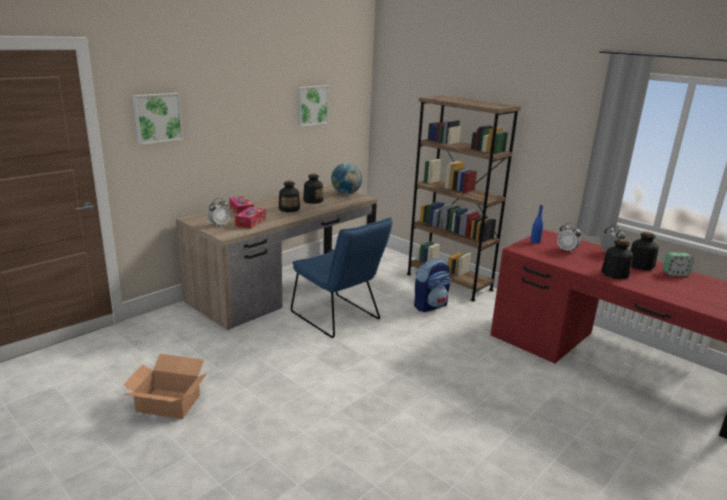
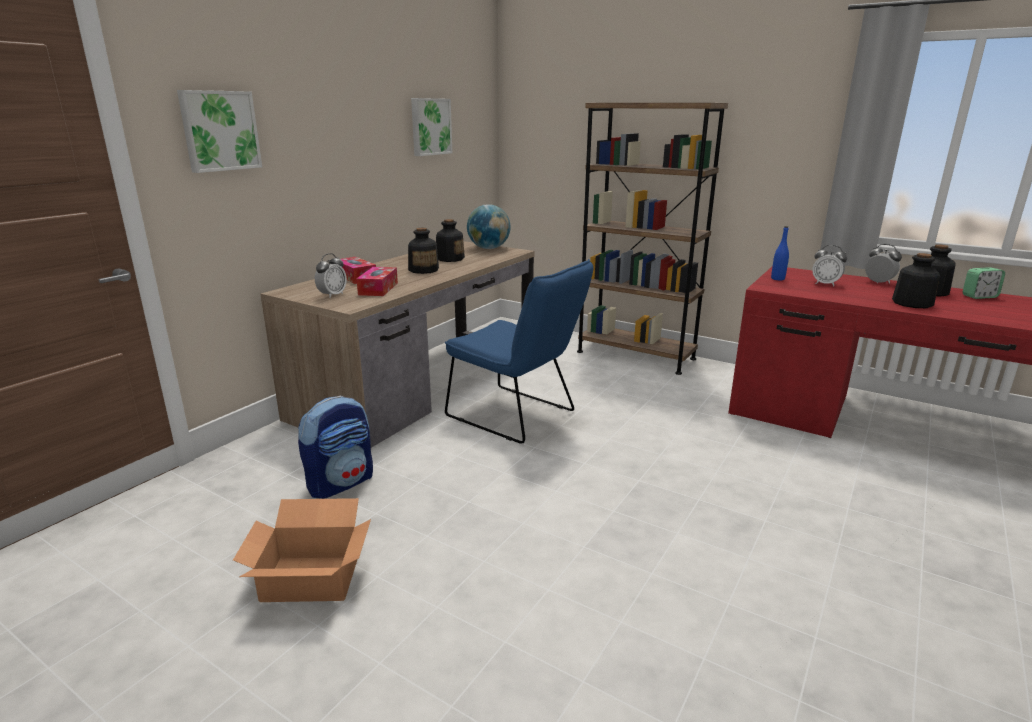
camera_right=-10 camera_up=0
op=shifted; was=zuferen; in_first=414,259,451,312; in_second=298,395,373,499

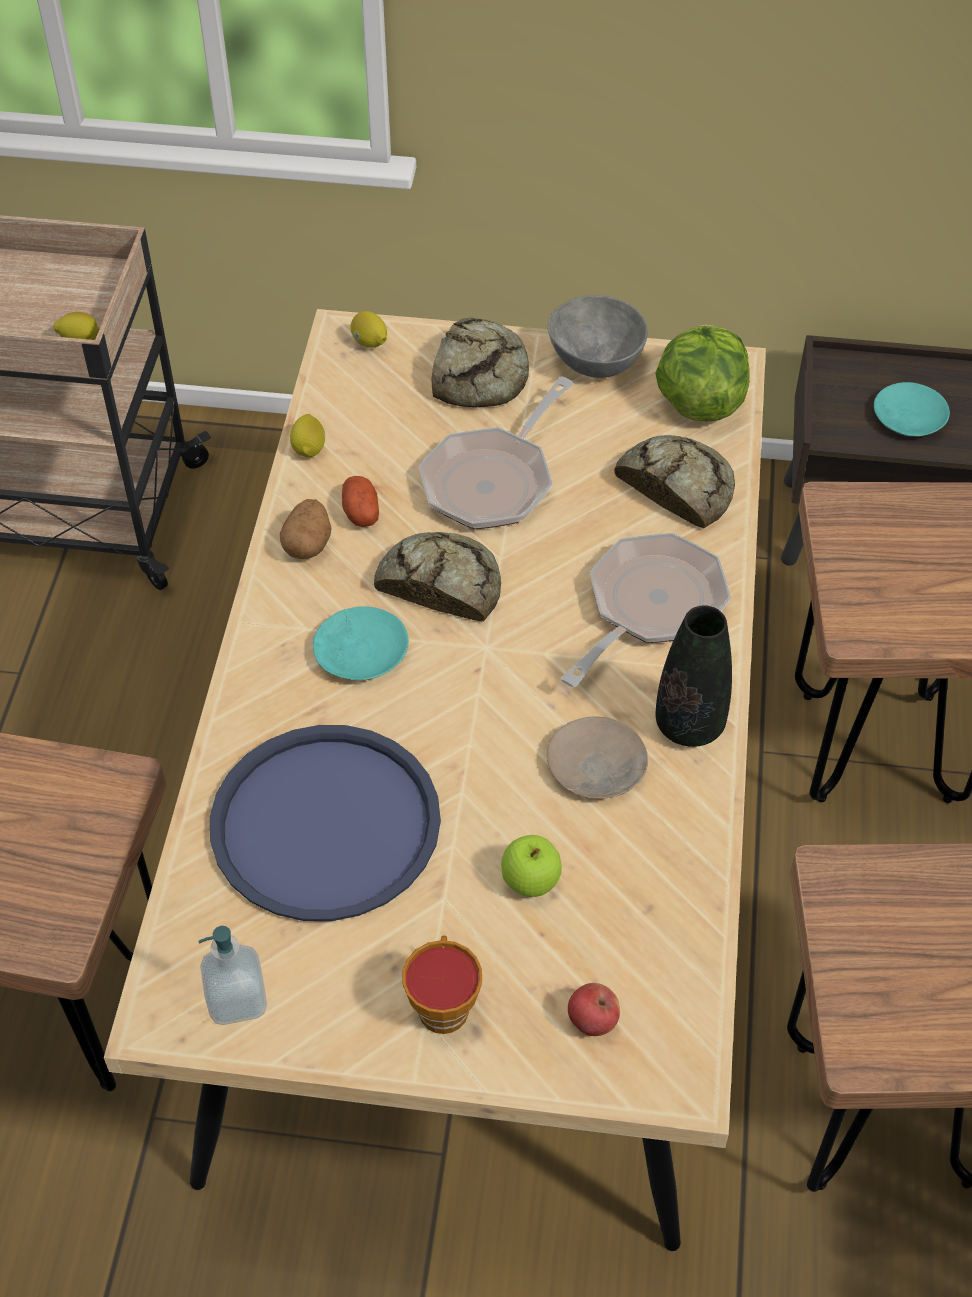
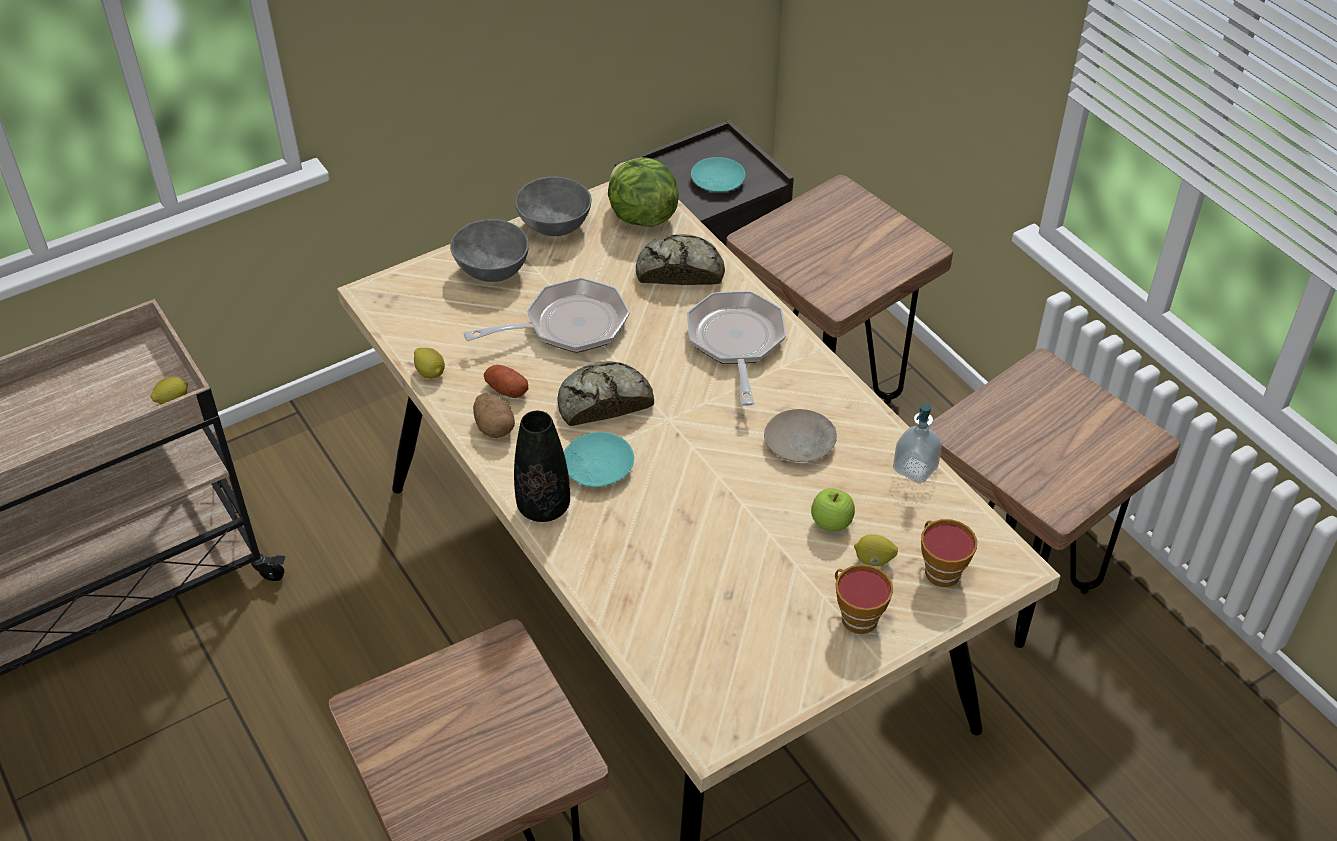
camera_right=-40 camera_up=-5
op=gone; was=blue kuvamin; in_first=210,725,441,921
op=shifted; was=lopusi; in_first=199,926,267,1025; in_second=893,403,942,483
op=shifted; was=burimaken; in_first=351,311,387,348; in_second=854,534,898,566
op=shifted; was=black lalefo; in_first=655,605,732,747; in_second=514,411,570,522
op=swapped; was=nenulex; now=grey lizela; in_first=431,317,529,407; in_second=450,219,529,282
op=swapped; was=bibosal; now=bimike; in_first=568,983,620,1036; in_second=921,519,977,587
op=rotated; was=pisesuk; in_first=419,377,574,529; in_second=463,278,630,353; clockwise=-105

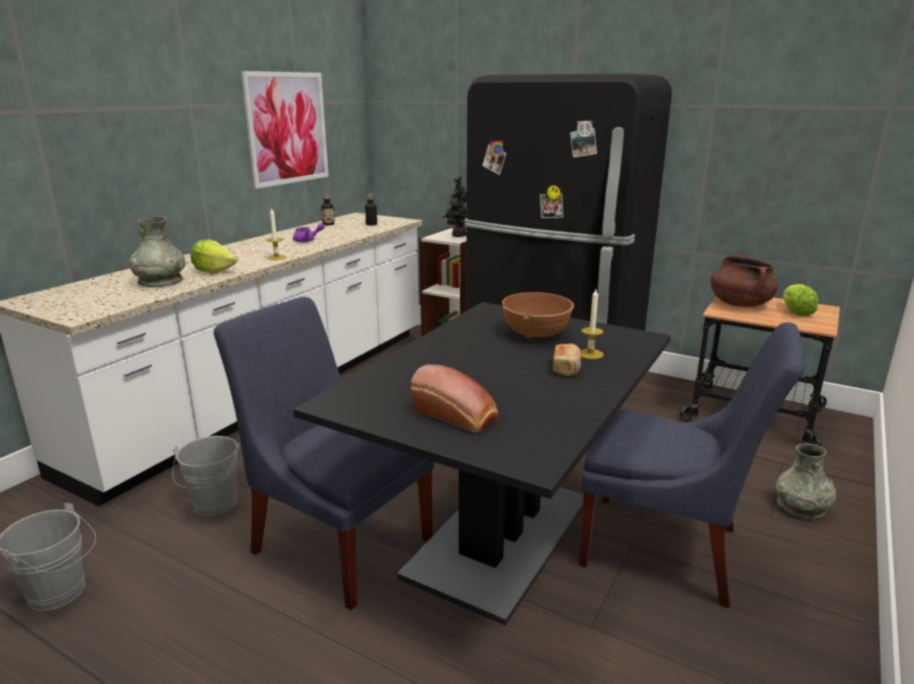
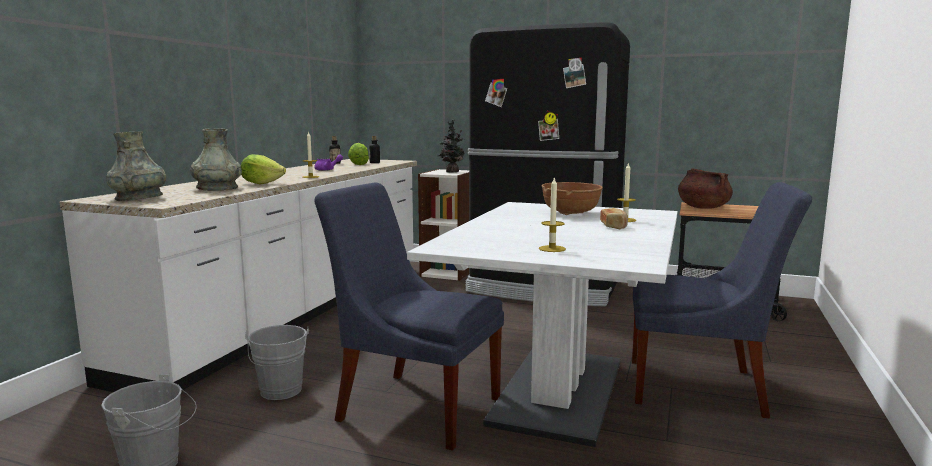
camera_right=-10 camera_up=-10
op=gone; was=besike; in_first=241,71,329,189
op=shifted; was=grey lalefo; in_first=776,443,836,520; in_second=106,131,166,202
op=shifted; was=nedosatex; in_first=783,284,819,316; in_second=348,143,369,165
op=swapped; was=nenulex; now=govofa; in_first=411,364,498,433; in_second=539,176,566,252
op=repainted; was=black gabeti; now=white gabeti; in_first=293,302,671,626; in_second=407,202,678,447

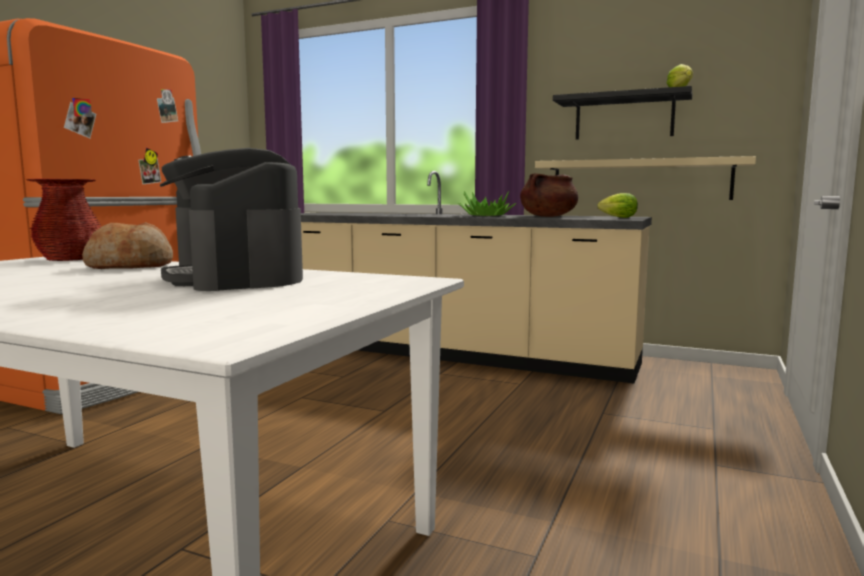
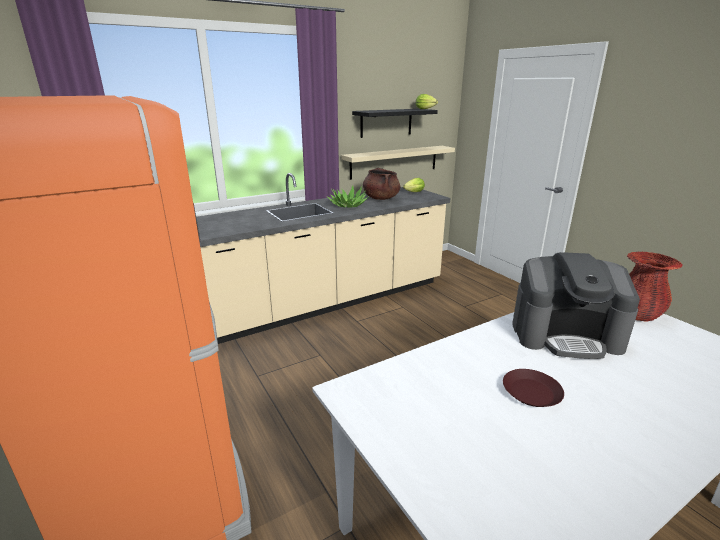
camera_right=-55 camera_up=15
op=gone; was=nenulex; in_first=82,222,173,269
op=new; now=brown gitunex; in_second=503,369,564,407
op=shifted; was=red lalefo; in_first=26,179,102,261; in_second=627,252,683,322

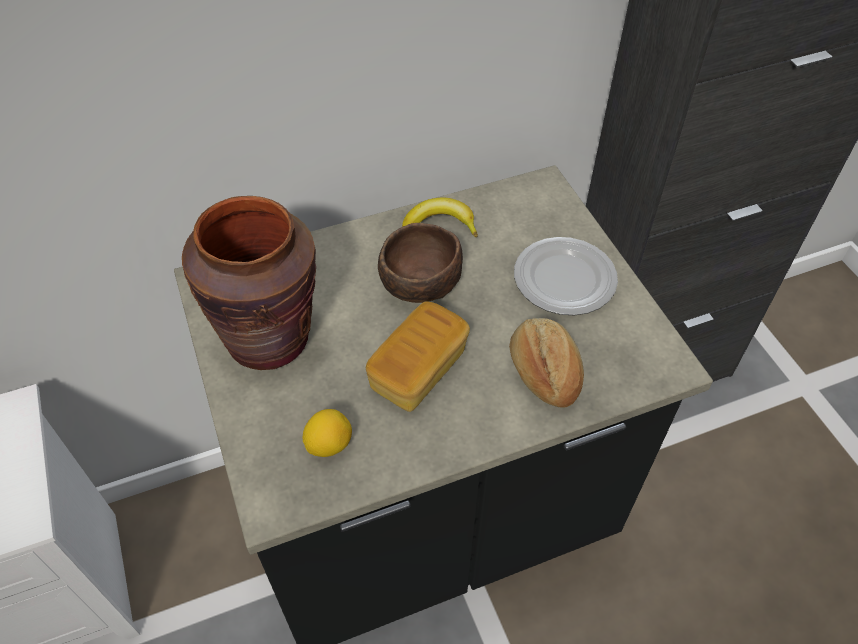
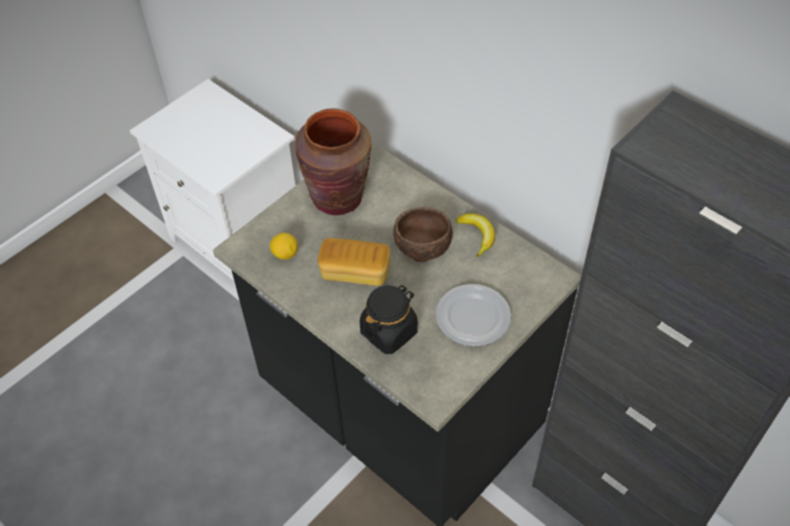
camera_right=65 camera_up=0
op=swapped; was=nenulex; now=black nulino; in_first=509,318,584,407; in_second=360,285,418,354

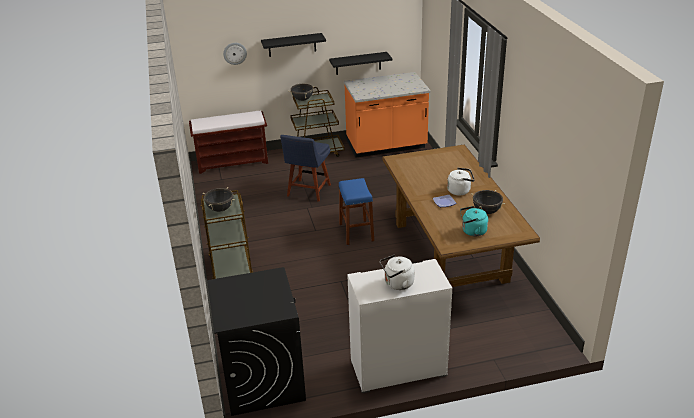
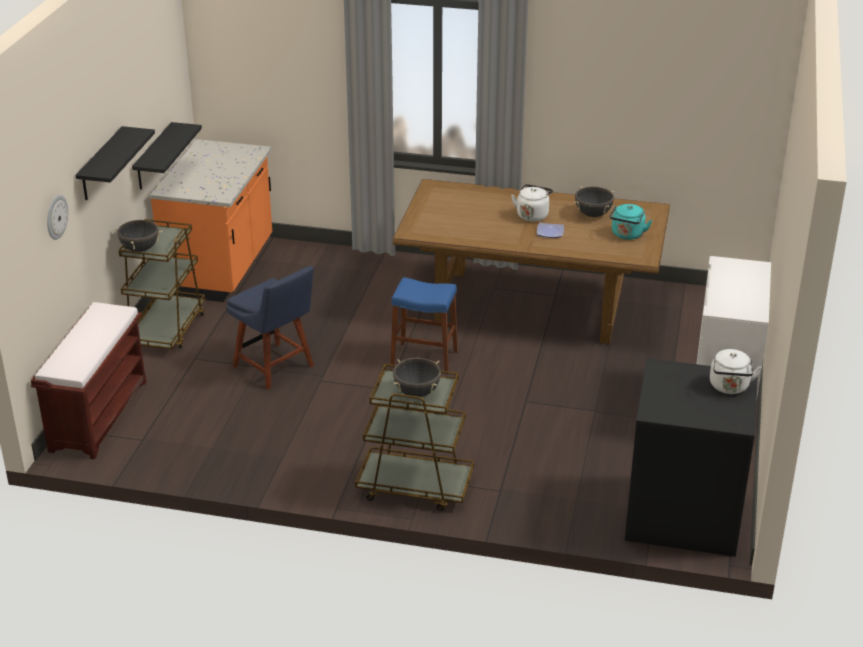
camera_right=-65 camera_up=0
op=shifted; was=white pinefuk; in_first=380,255,415,290; in_second=710,349,762,394

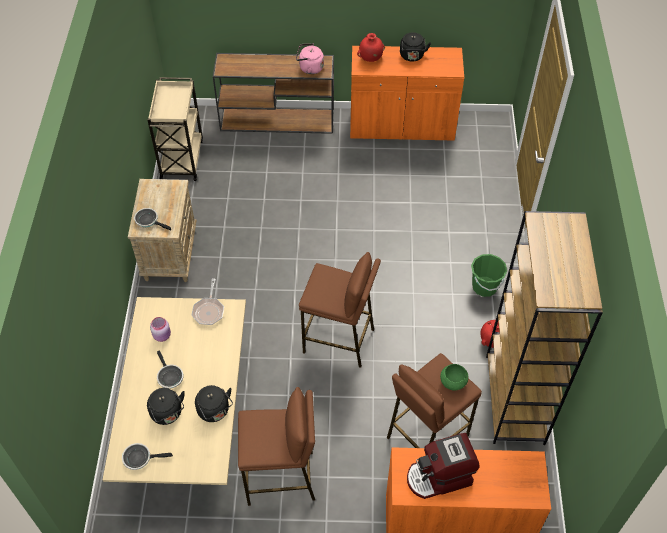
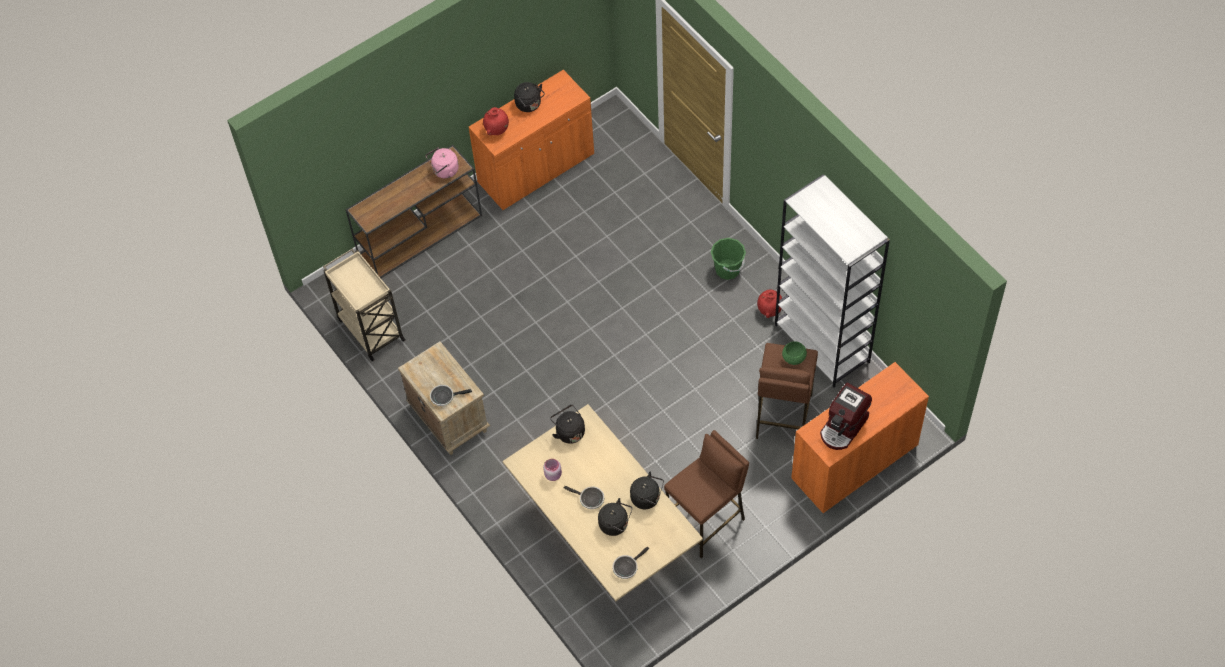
camera_right=-35 camera_up=5
op=gone; was=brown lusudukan; in_first=299,252,381,368
op=swapped; was=pisesuk; now=black pinefuk; in_first=192,279,224,325; in_second=550,405,585,444
op=repainted; was=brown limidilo; now=white limidilo; in_first=486,211,603,445; in_second=775,174,890,388

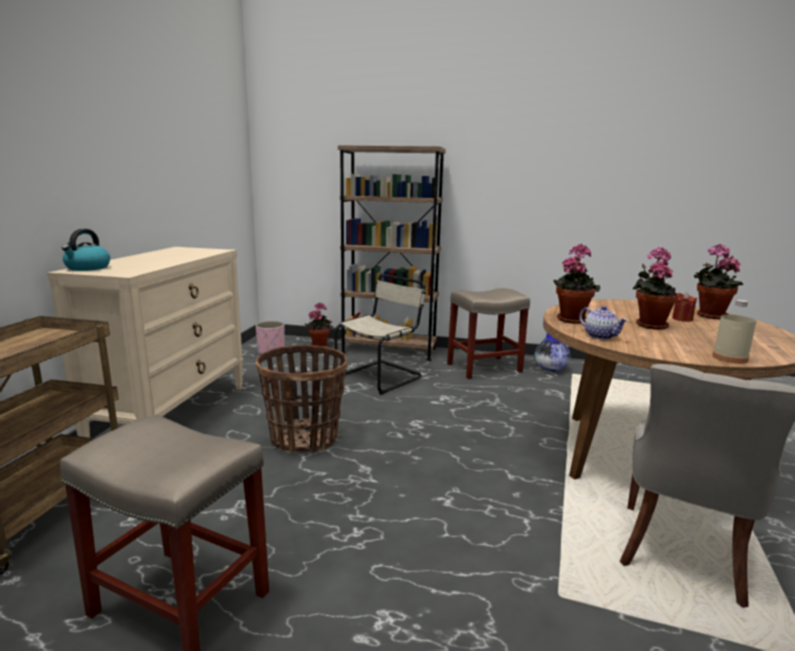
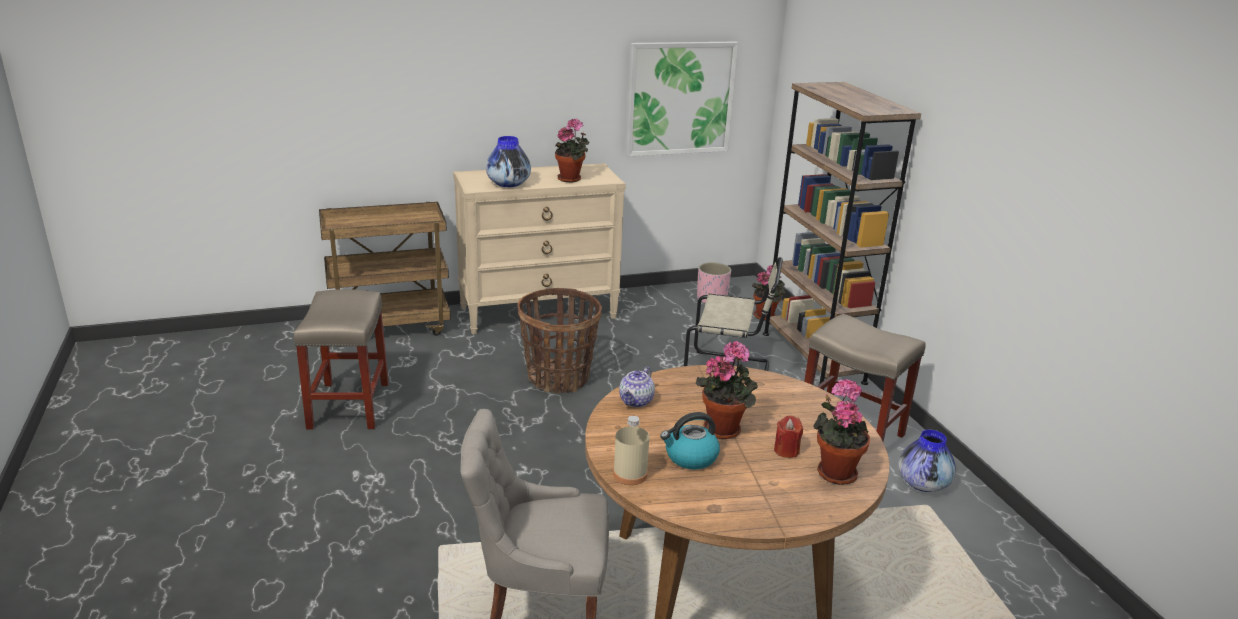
camera_right=60 camera_up=10
op=new; now=lalefo; in_second=486,136,531,187
op=new; now=besike; in_second=626,42,738,156
op=shifted; was=pinefuk; in_first=61,229,110,271; in_second=660,412,720,469
op=shifted; was=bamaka; in_first=553,244,600,324; in_second=555,118,590,182

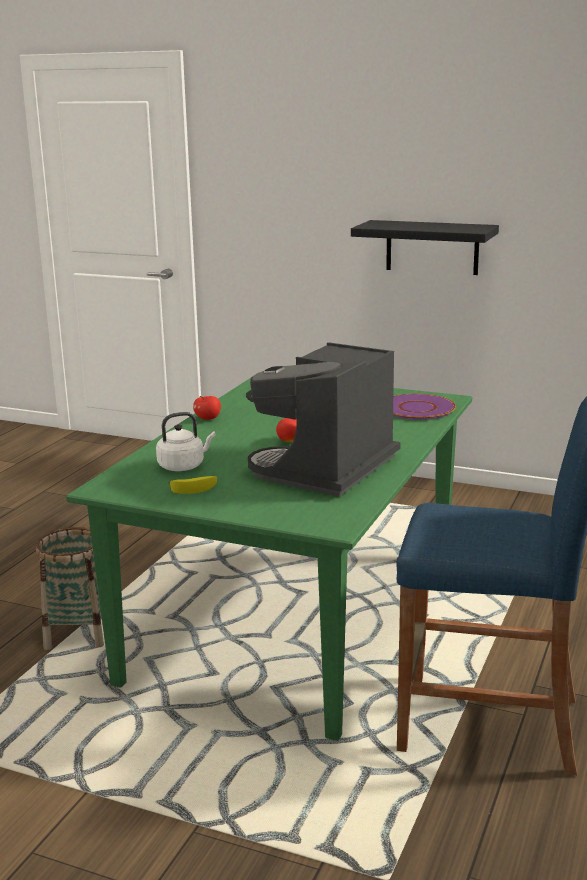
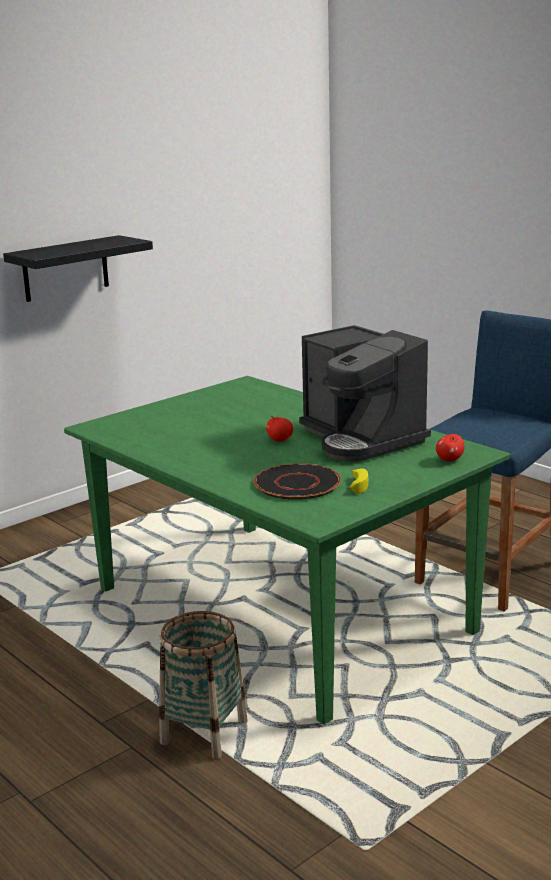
camera_right=-65 camera_up=0
op=gone; was=purple gitunex; in_first=393,393,456,420
op=shifted; was=bibosal; in_first=193,396,221,420; in_second=436,434,465,462
op=swapped; was=white pinefuk; now=black gitunex; in_first=156,412,216,471; in_second=254,463,341,500

